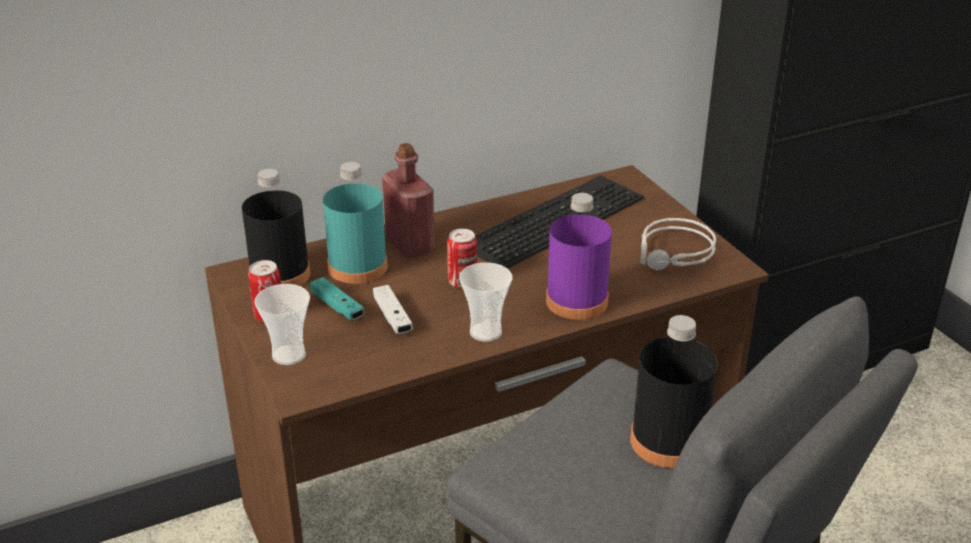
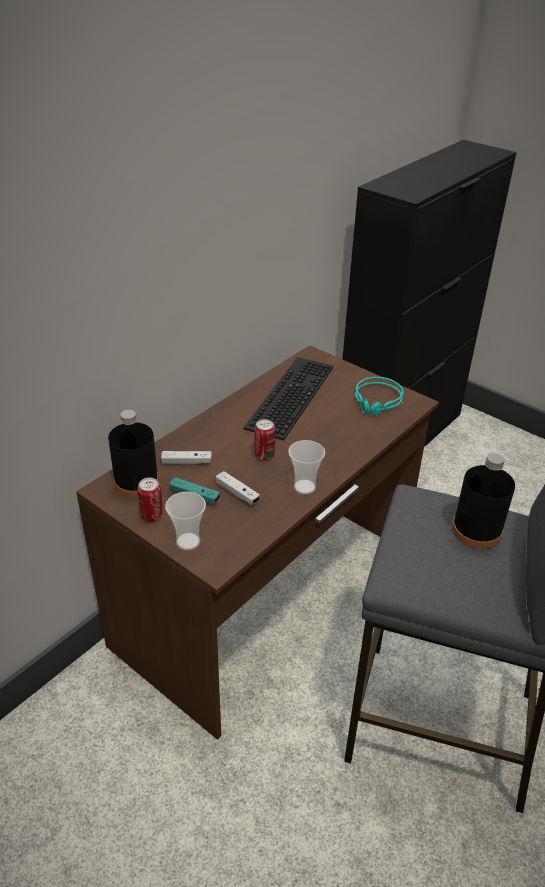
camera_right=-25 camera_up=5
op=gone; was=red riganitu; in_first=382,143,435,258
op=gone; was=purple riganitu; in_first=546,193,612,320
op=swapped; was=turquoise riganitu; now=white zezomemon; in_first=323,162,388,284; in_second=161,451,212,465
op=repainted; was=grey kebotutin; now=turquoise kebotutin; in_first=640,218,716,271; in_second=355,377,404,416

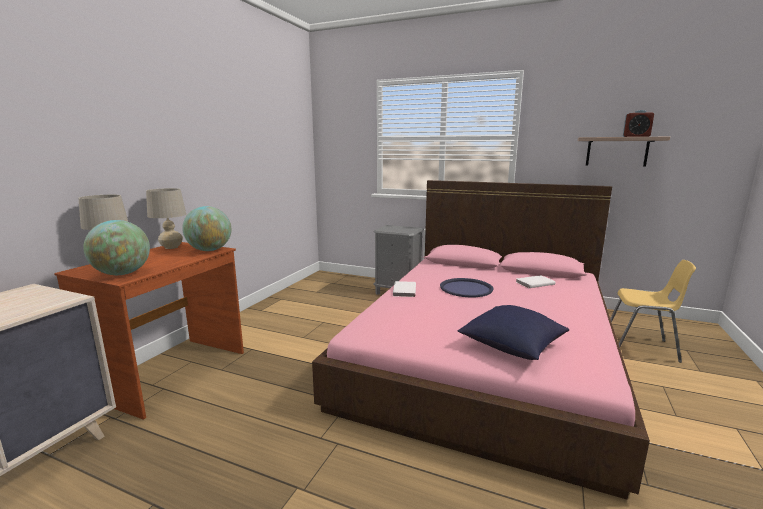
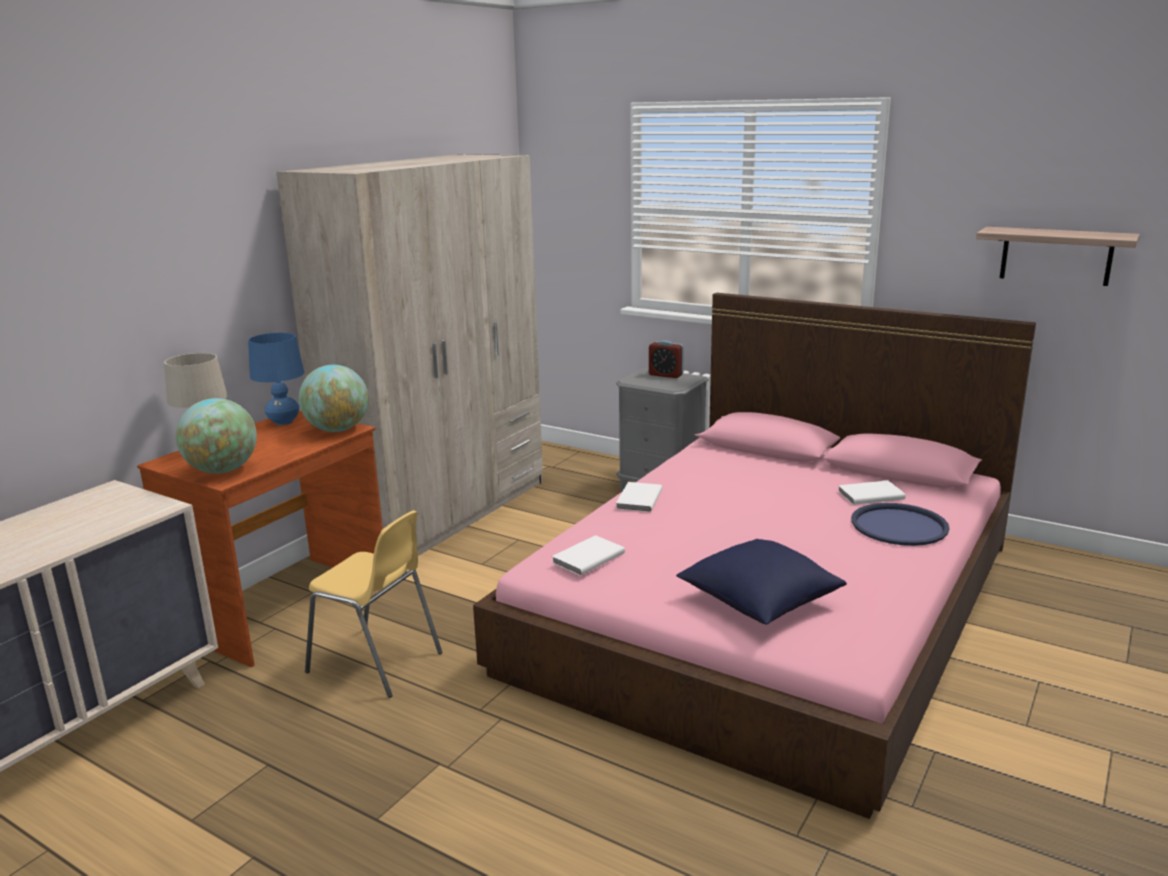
camera_right=10 camera_up=5
op=new; now=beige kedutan; in_second=277,154,543,556
op=new; now=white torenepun; in_second=552,535,625,576
op=shifted; was=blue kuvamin; in_first=440,278,493,297; in_second=851,503,950,546
op=shifted; was=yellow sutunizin; in_first=610,260,696,363; in_second=305,510,442,698
op=shifted; was=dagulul; in_first=623,110,654,137; in_second=649,340,684,378
op=repainted; was=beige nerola; now=blue nerola; in_first=146,188,186,249; in_second=248,333,304,425

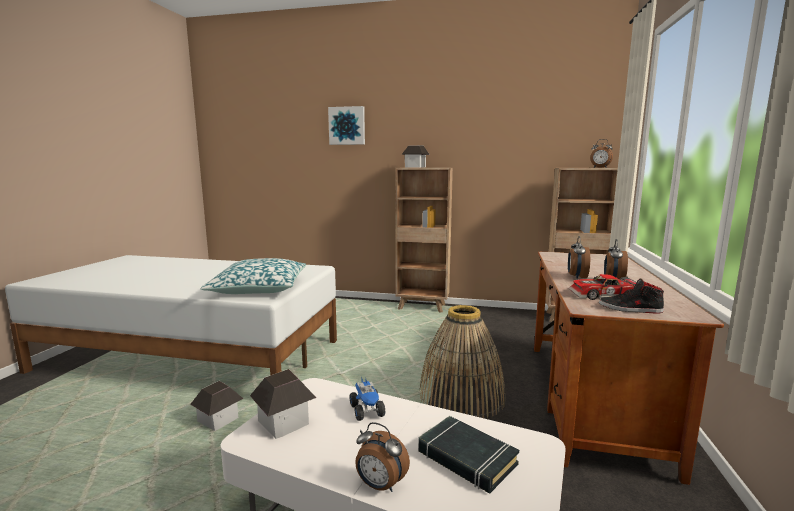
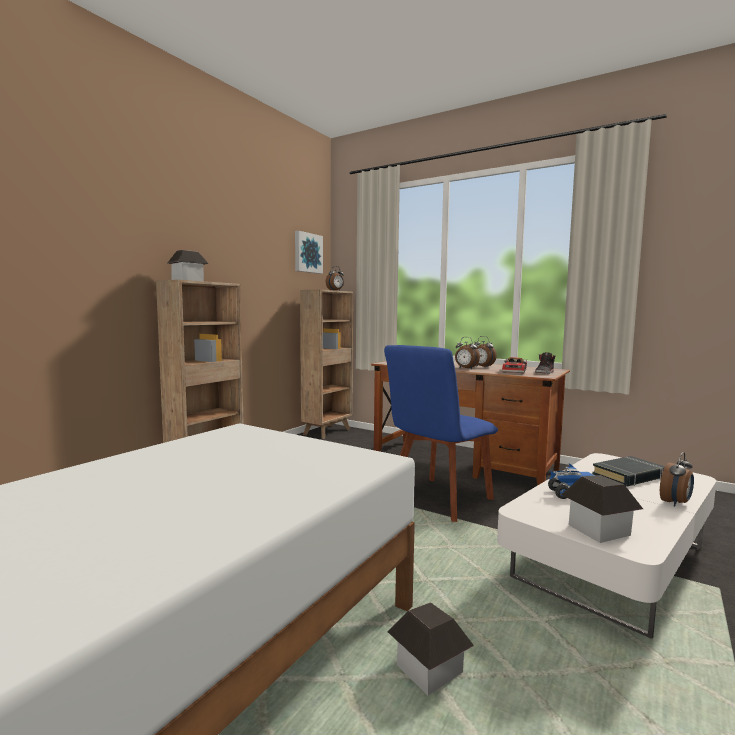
camera_right=-70 camera_up=-5
op=gone; was=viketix; in_first=200,258,306,294
op=shifted; was=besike; in_first=328,106,365,145; in_second=295,231,323,274
op=swapped; was=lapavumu; now=blue sutunizin; in_first=419,305,505,418; in_second=384,345,498,522

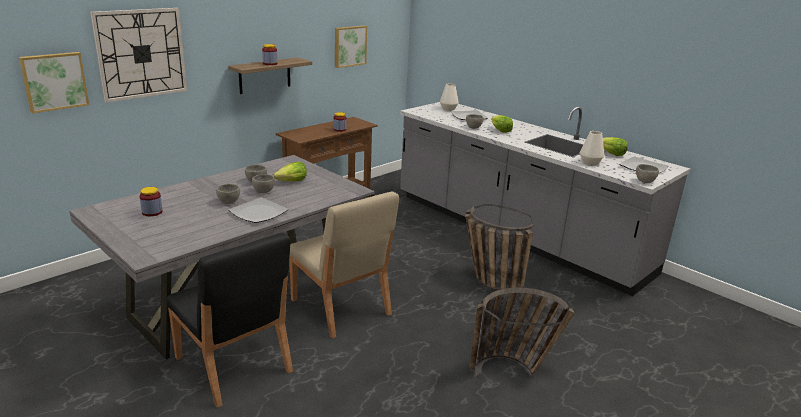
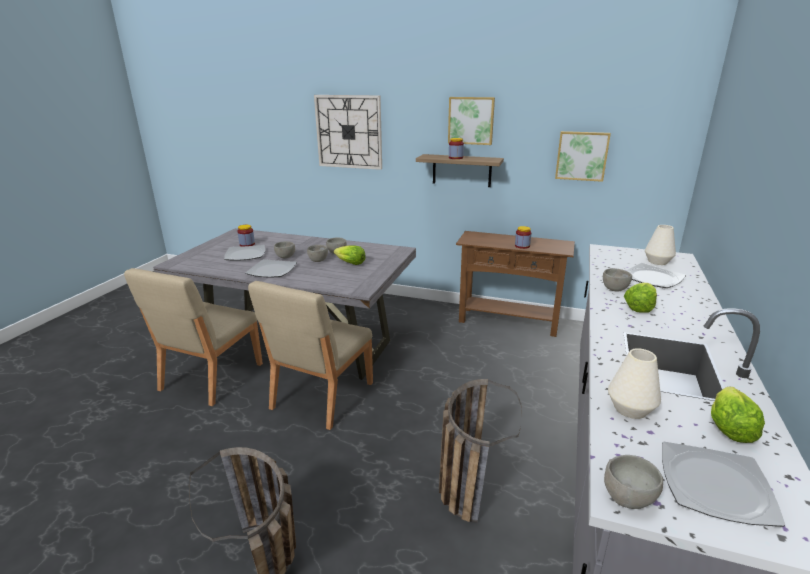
camera_right=65 camera_up=0
op=new; now=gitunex; in_second=224,245,265,261
op=shifted; was=besike; in_first=19,52,89,113; in_second=448,97,495,145
op=repainted; was=black sutunizin; now=beige sutunizin; in_first=166,233,293,408; in_second=124,268,263,406

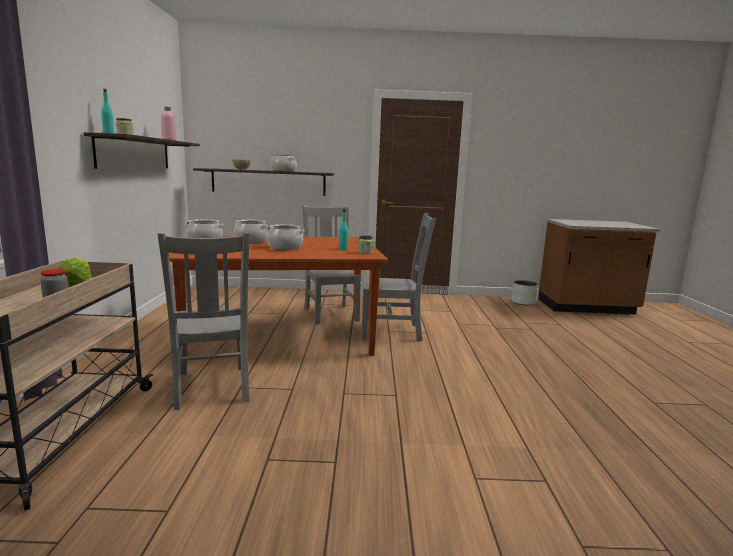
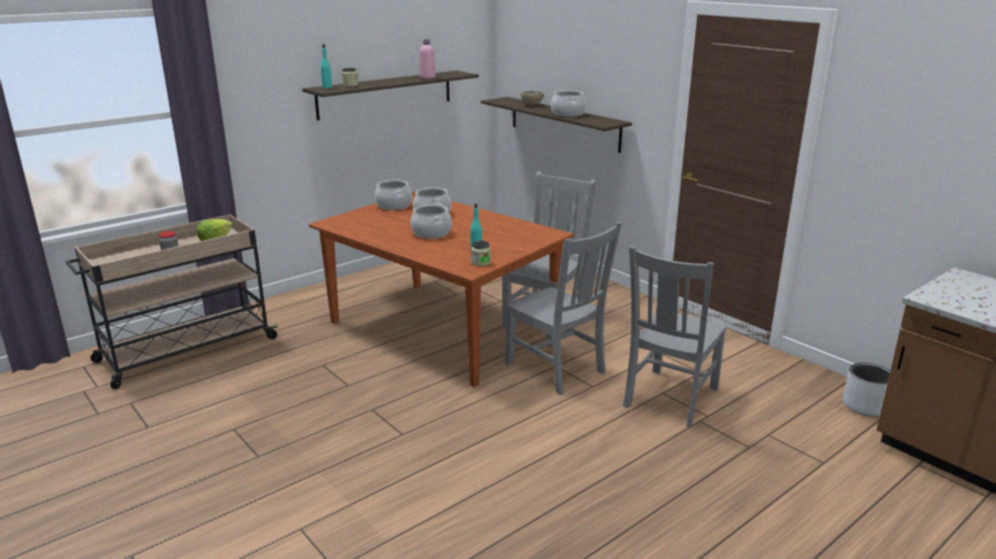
camera_right=50 camera_up=10
op=shifted; was=grey sutunizin; in_first=158,232,250,410; in_second=623,246,727,428

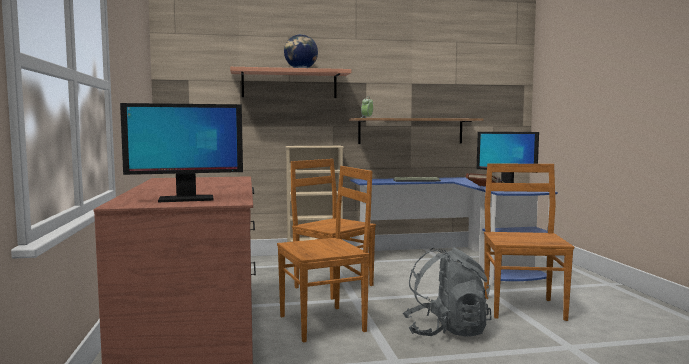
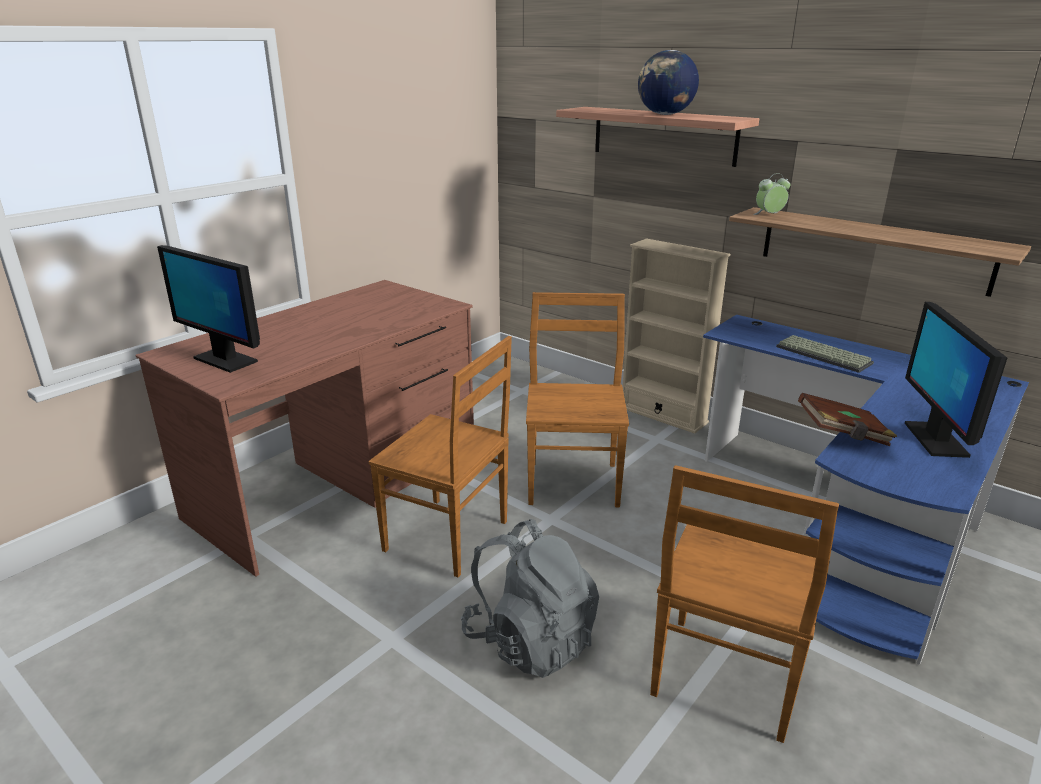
camera_right=50 camera_up=20
op=rotated; was=brown sutunizin; in_first=484,163,574,321; in_second=650,465,839,743; clockwise=150

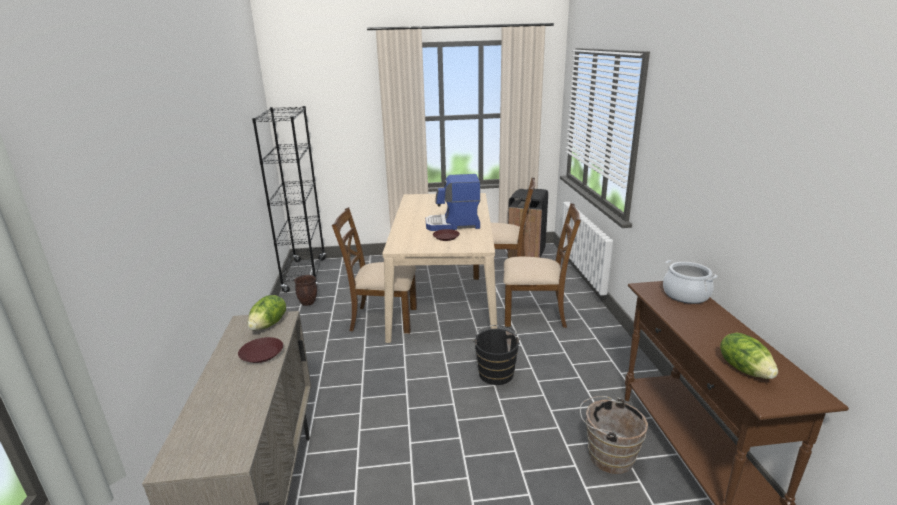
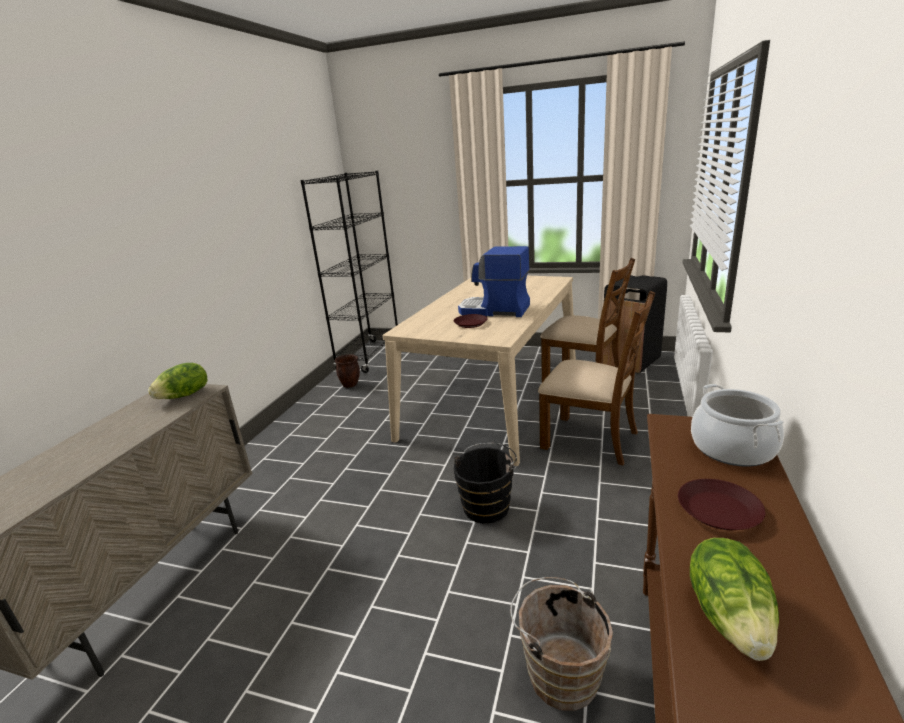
camera_right=25 camera_up=0
op=gone; was=brown sutunizin; in_first=332,207,417,334
op=shifted; was=brown gitunex; in_first=238,337,283,363; in_second=678,479,765,530

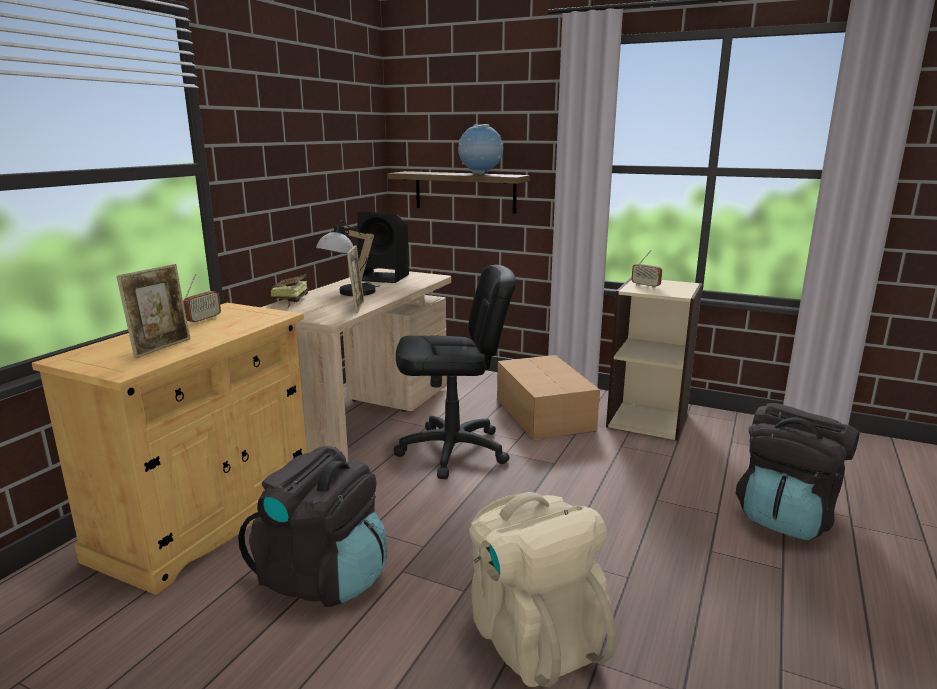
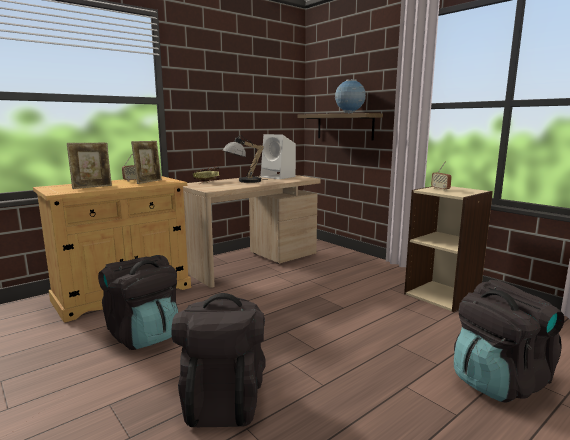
camera_right=25 camera_up=-5
op=gone; was=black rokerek; in_first=394,265,516,479
op=gone; was=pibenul; in_first=497,355,600,440
op=shifted; was=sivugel; in_first=347,245,364,313; in_second=131,141,162,184
op=repainted; was=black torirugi; now=white torirugi; in_first=357,212,409,283; in_second=261,134,296,179
op=repainted; was=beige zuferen; now=black zuferen; in_first=470,492,616,687; in_second=171,293,266,427

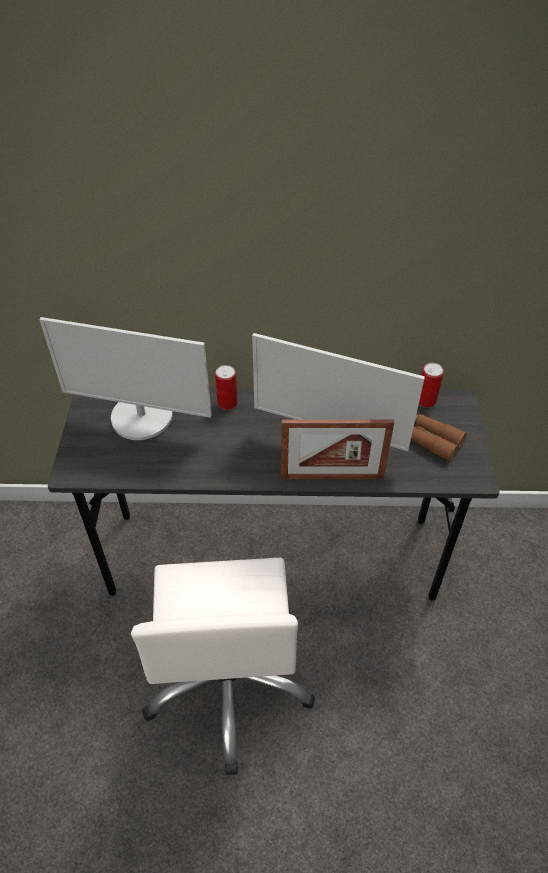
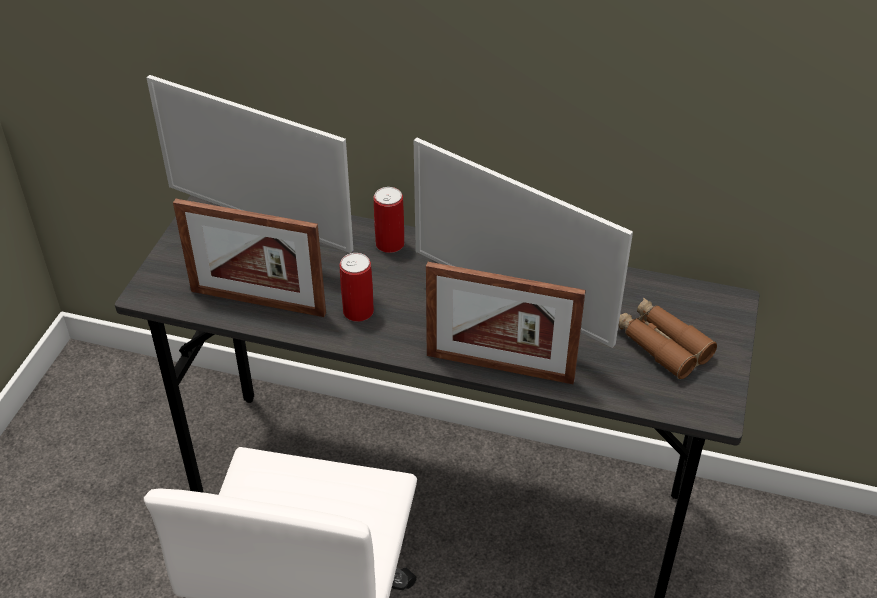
camera_right=15 camera_up=-5
op=new; now=sivugel; in_second=173,199,326,317
op=shifted; was=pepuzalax; in_first=419,363,444,407; in_second=340,253,374,322

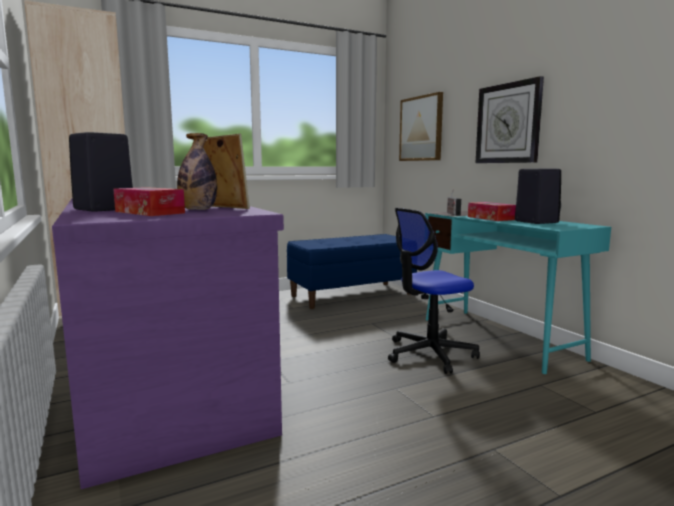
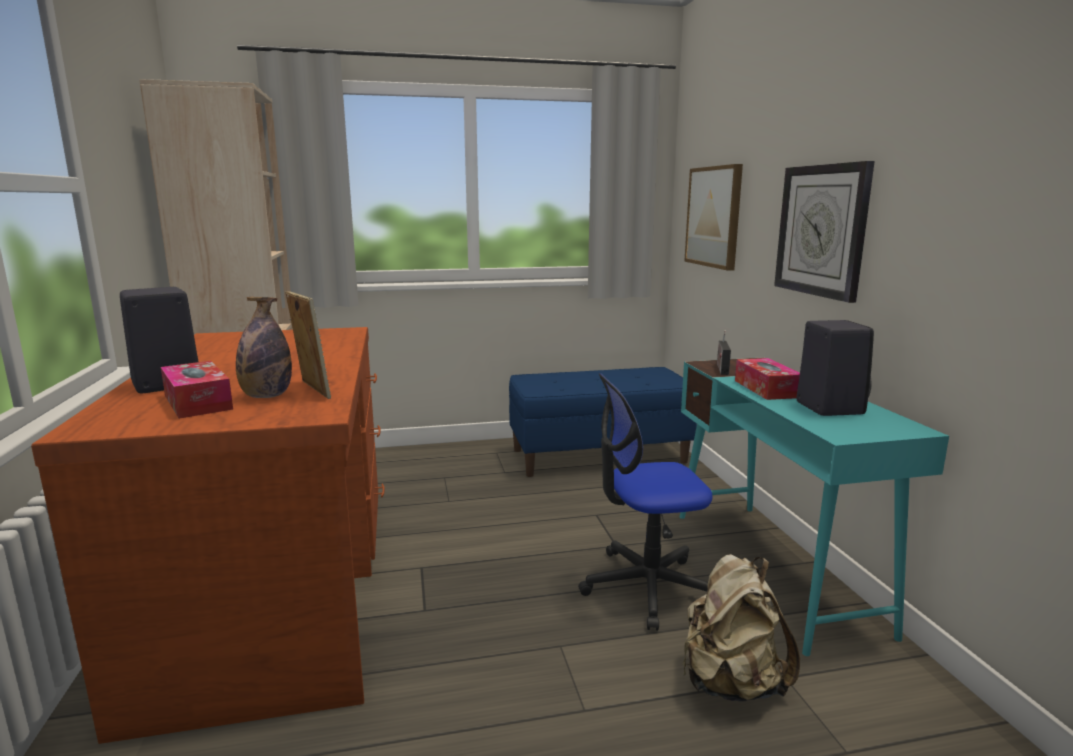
camera_right=15 camera_up=5
op=new; now=beige zuferen; in_second=682,554,800,702
op=repainted; was=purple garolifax; now=brown garolifax; in_first=52,199,284,489; in_second=31,327,385,744

